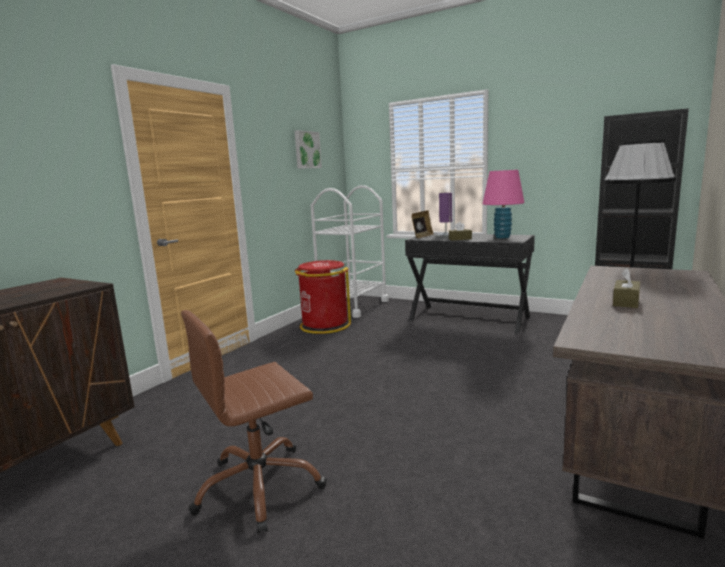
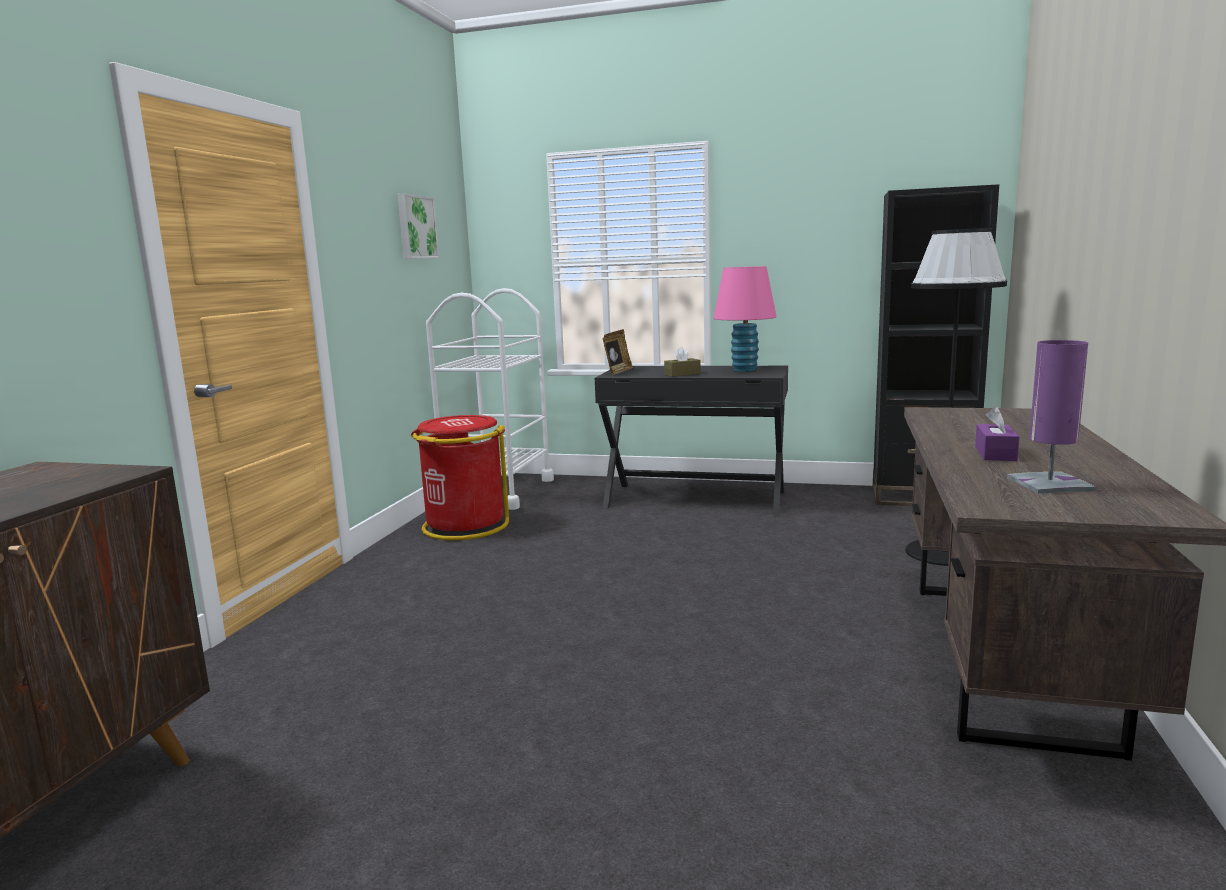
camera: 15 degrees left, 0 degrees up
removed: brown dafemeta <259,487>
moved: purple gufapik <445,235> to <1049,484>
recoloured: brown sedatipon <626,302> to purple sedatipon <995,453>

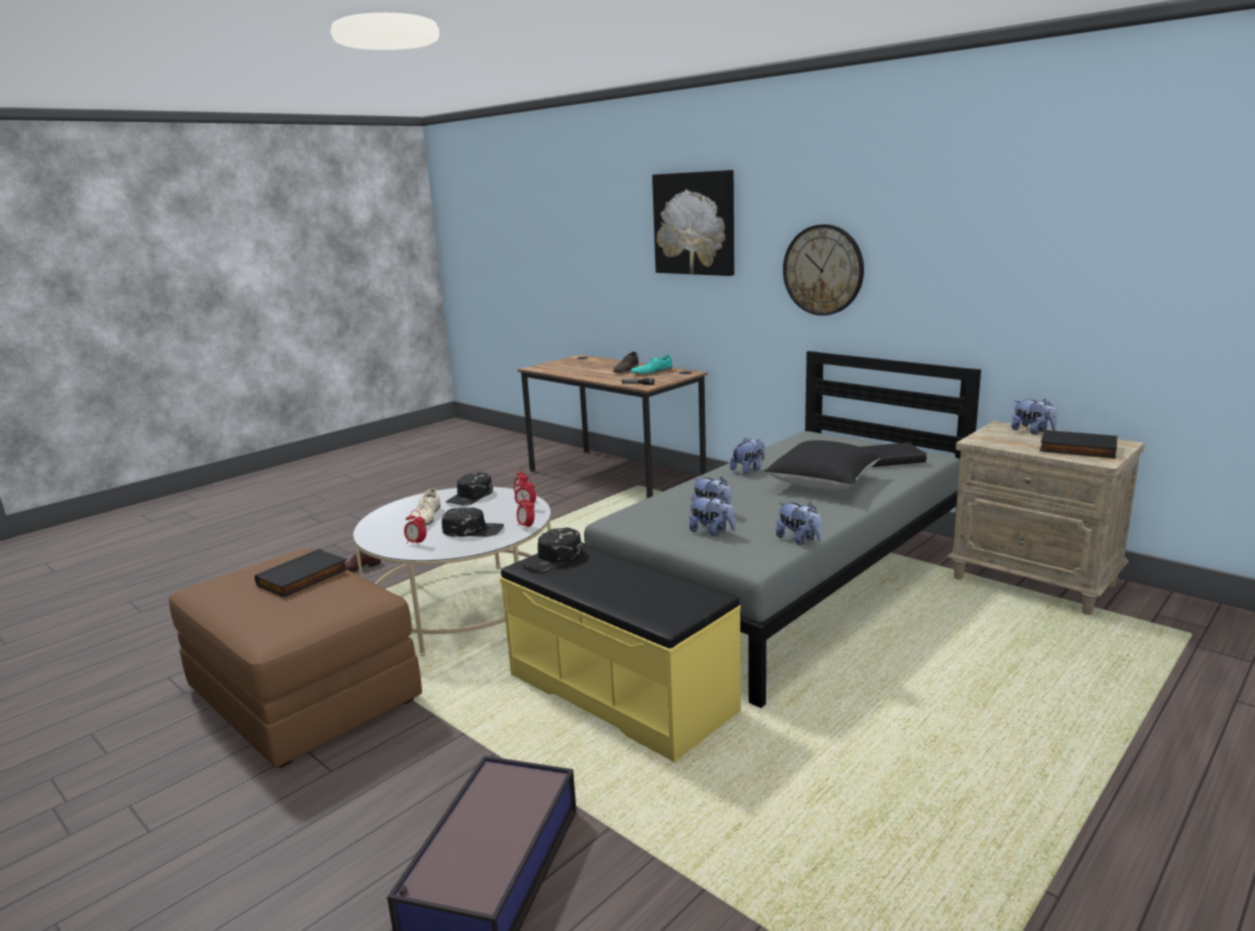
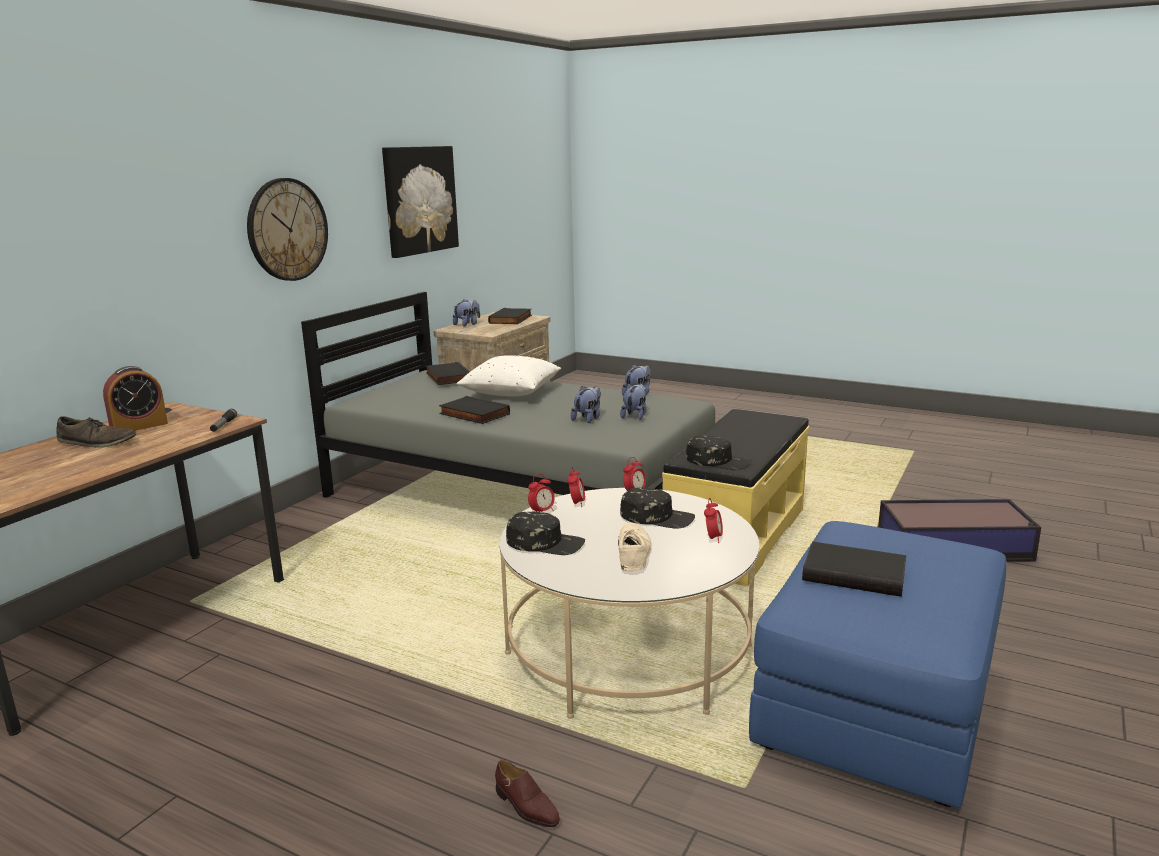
camera: 105 degrees left, 0 degrees up
moved: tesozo <694,223> to <419,200>
replaced: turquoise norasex <651,372> to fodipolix <139,426>; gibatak <748,470> to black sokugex <473,414>
recoloured: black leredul <823,483> to white leredul <511,393>; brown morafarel <302,694> to blue morafarel <877,705>
turned: beige norasex <425,518> = <633,553> 75 degrees counterclockwise; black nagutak <473,530> = <657,517> 120 degrees clockwise

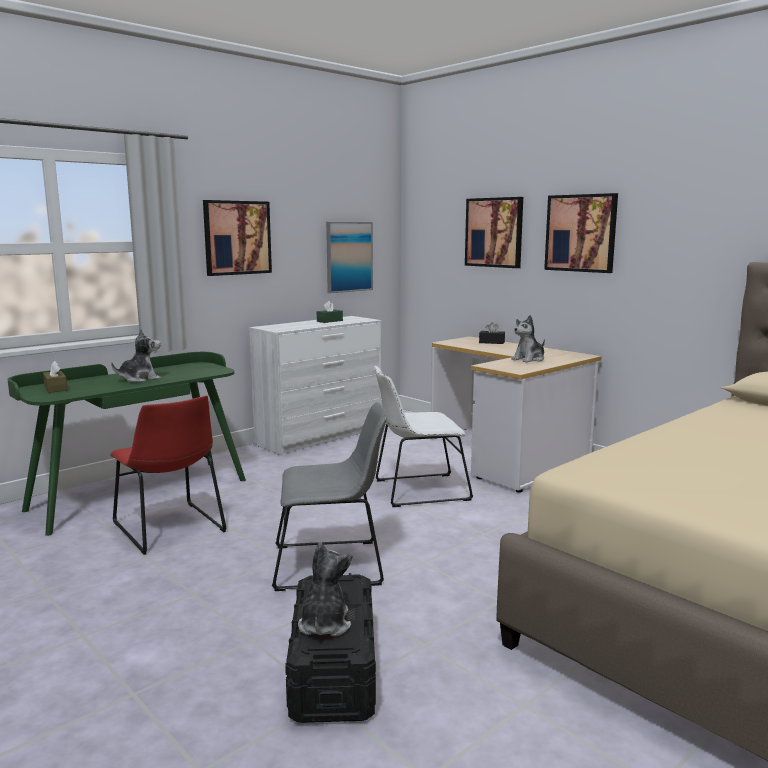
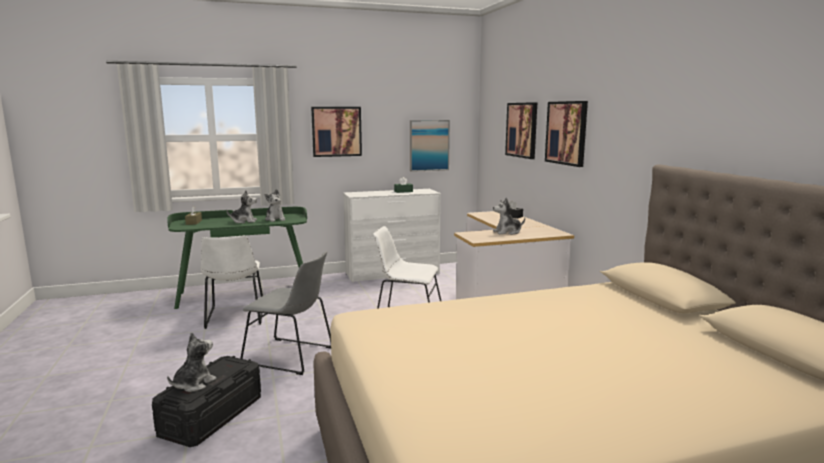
camera: 25 degrees right, 0 degrees up
added: gibatak <275,219>
recoloured: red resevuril <170,529> to white resevuril <235,317>

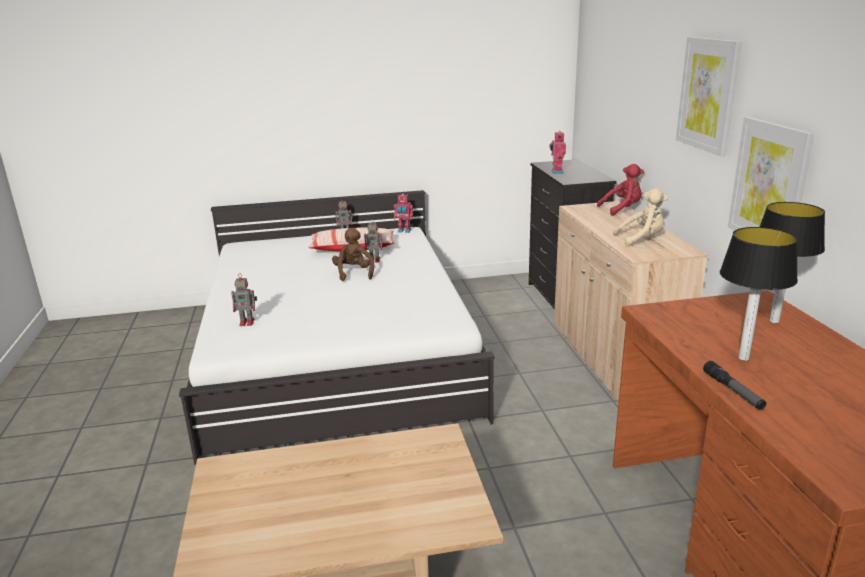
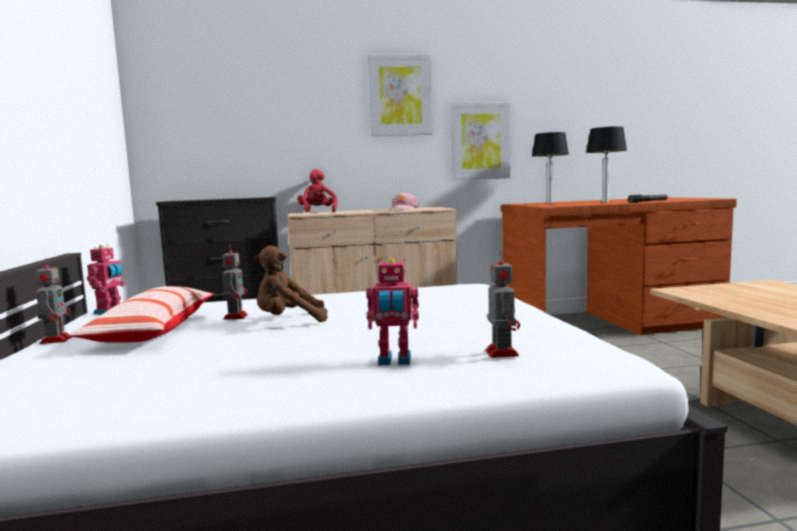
camera: 90 degrees left, 15 degrees down
moved: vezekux <556,172> to <394,361>
replaced: beige gibatak <642,239> to pink nagutak <403,209>

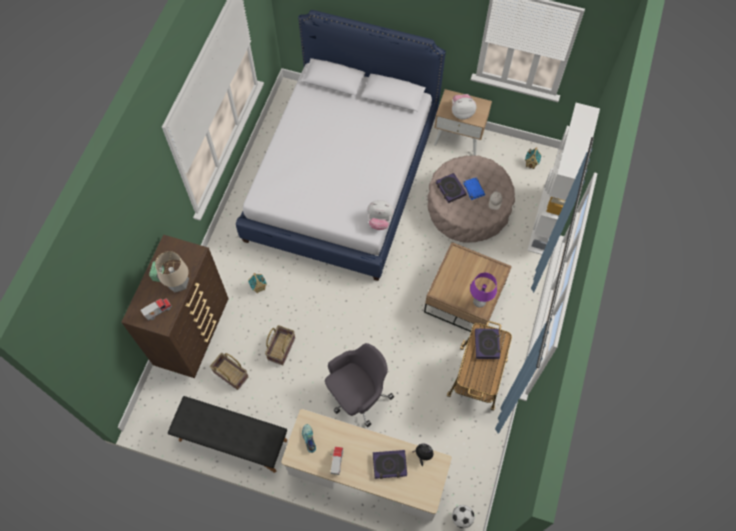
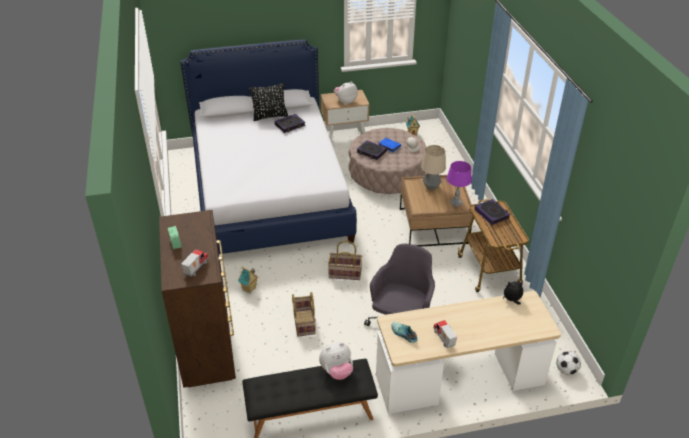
camera: 30 degrees left, 25 degrees down
removed: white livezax <546,221>
added: black leredul <270,116>
moved: gibatak <379,221> to <336,371>; gufapik <179,285> to <431,187>; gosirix <230,375> to <344,274>; sokugex <389,465> to <290,125>

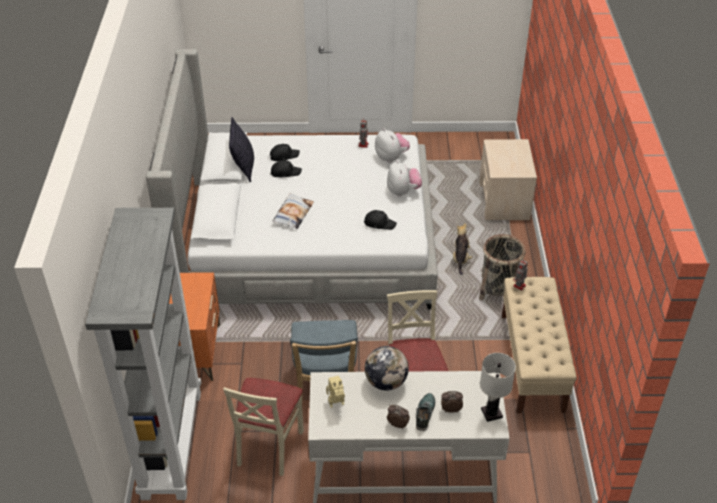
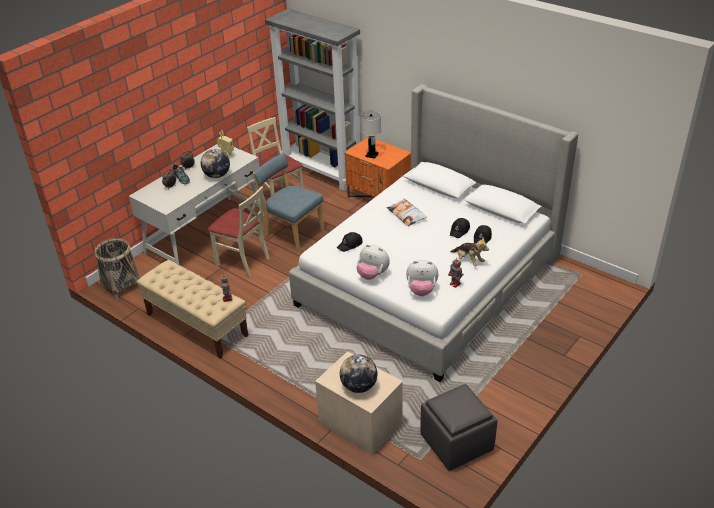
camera: 130 degrees right, 5 degrees down
removed: leredul <243,167>
added: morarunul <359,386>; grey morafarel <455,442>
moved: gibatak <460,258> to <468,260>; gosirix <498,289> to <122,286>; white gufapik <492,413> to <371,155>

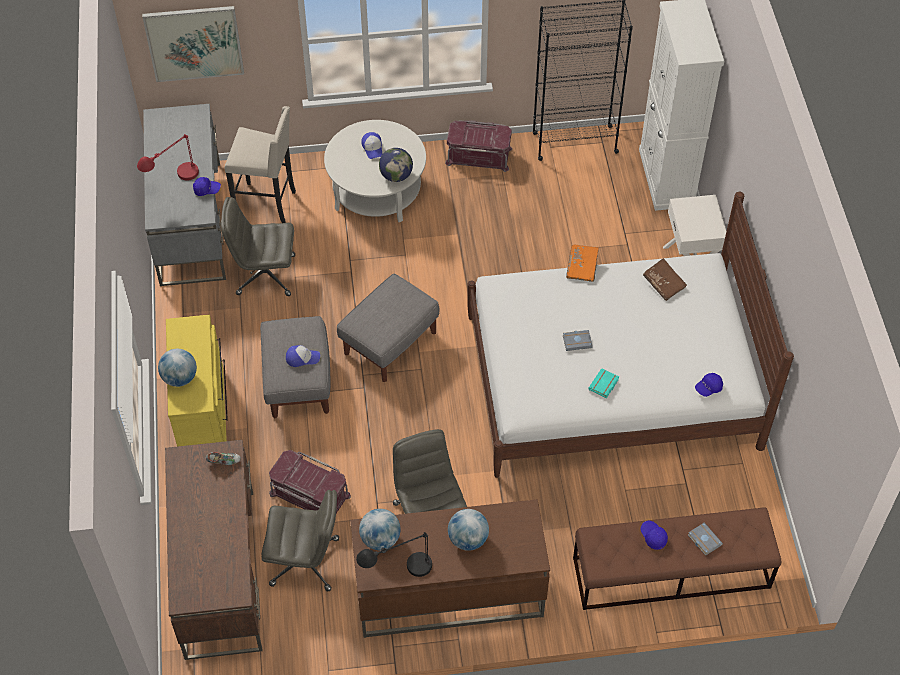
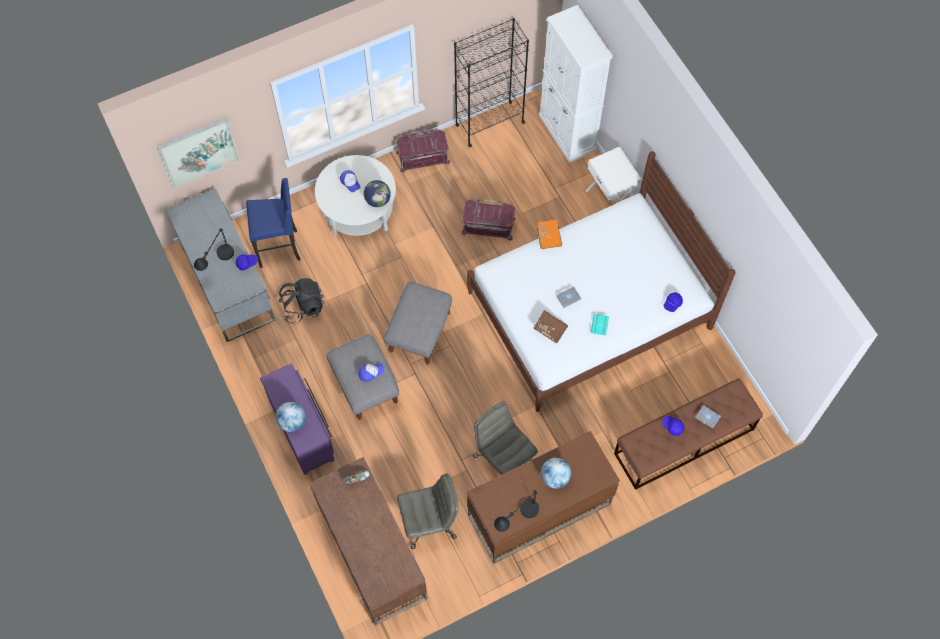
camera: 20 degrees left, 10 degrees up
removed: morarunul <380,539>
moved: brown sokugex <663,283> to <550,329>; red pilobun <309,495> to <488,226>
replaced: grey dafemeta <264,275> to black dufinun <303,307>
recoloured: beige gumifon <267,204> to blue gumifon <279,248>; red gufapik <173,183> to black gufapik <218,265>; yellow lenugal <203,408> to purple lenugal <303,429>

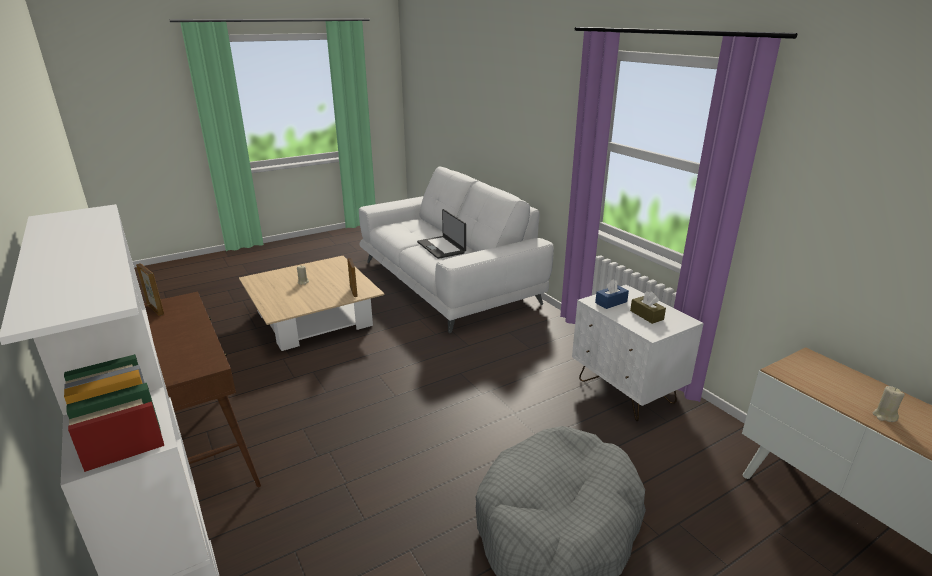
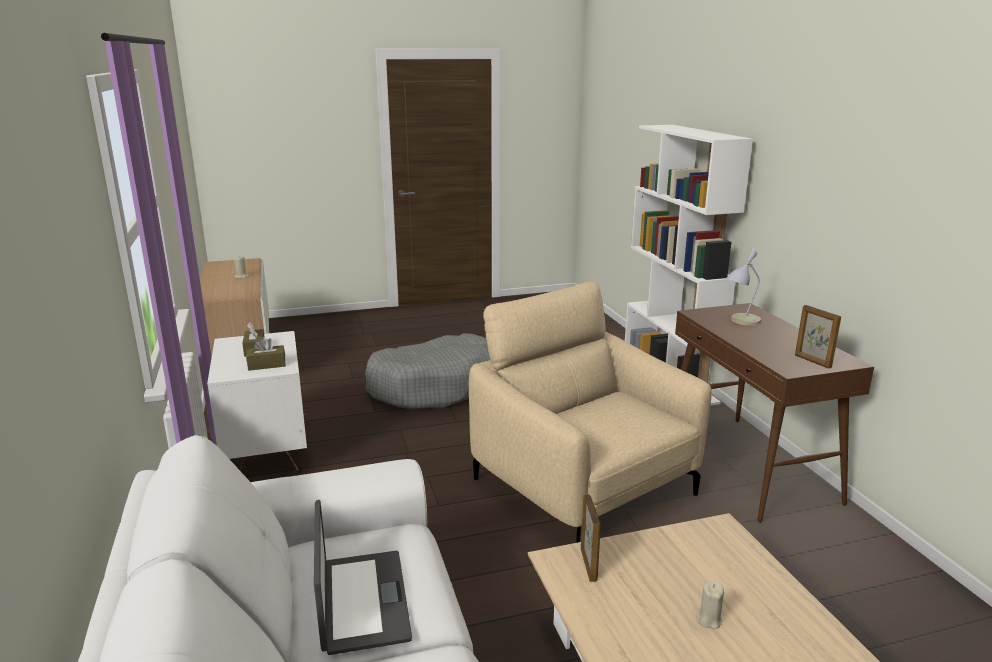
camera: 165 degrees left, 5 degrees down
added: gufapik <740,321>; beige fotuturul <584,487>
recoloured: blue sedatipon <611,302> to brown sedatipon <267,365>

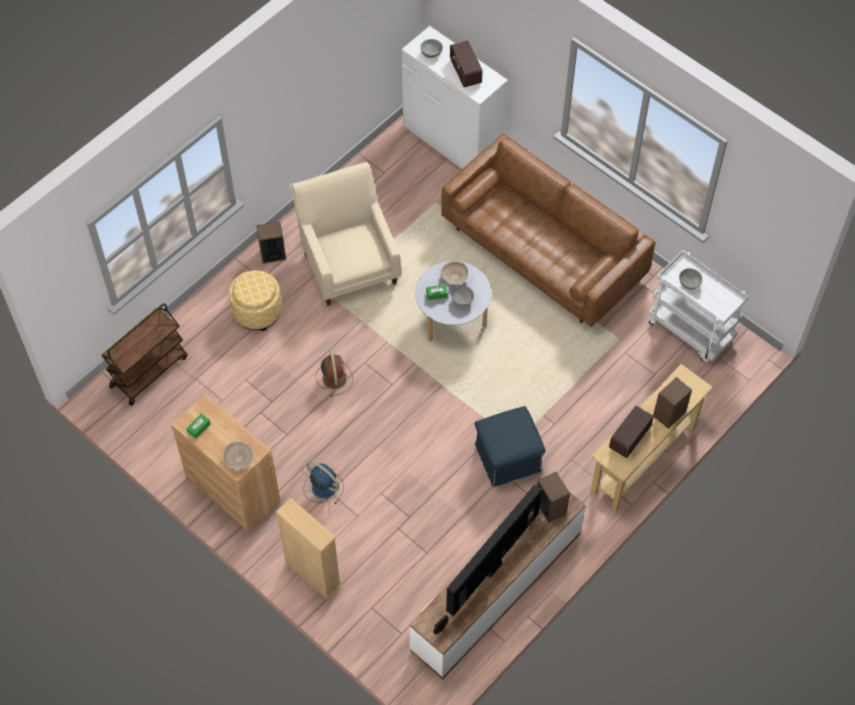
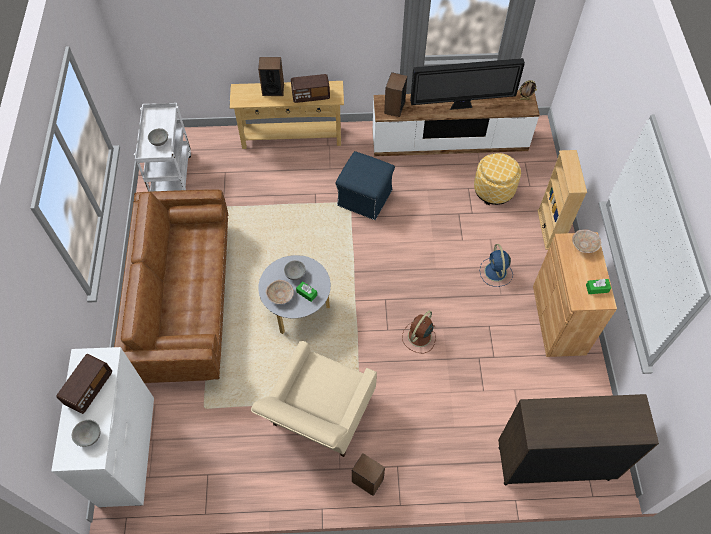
camera: 135 degrees left, 0 degrees up
moved: morafarel <257,311> to <494,189>
replaced: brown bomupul <149,371> to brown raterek <553,463>

